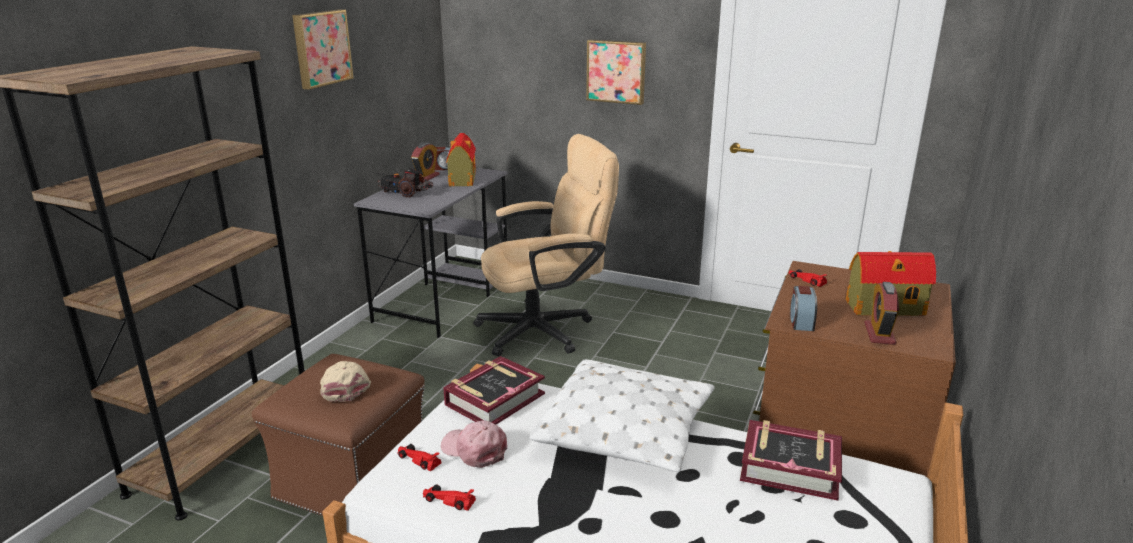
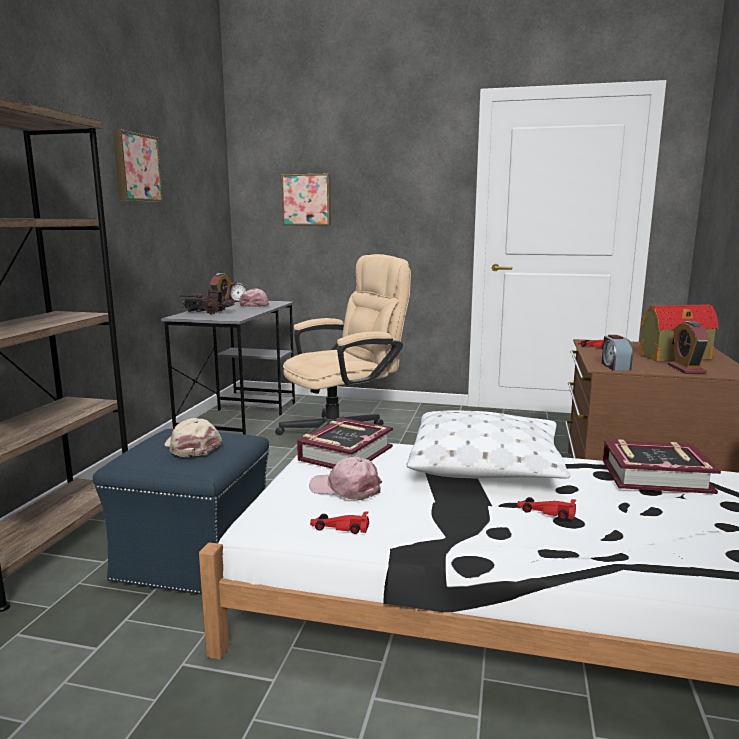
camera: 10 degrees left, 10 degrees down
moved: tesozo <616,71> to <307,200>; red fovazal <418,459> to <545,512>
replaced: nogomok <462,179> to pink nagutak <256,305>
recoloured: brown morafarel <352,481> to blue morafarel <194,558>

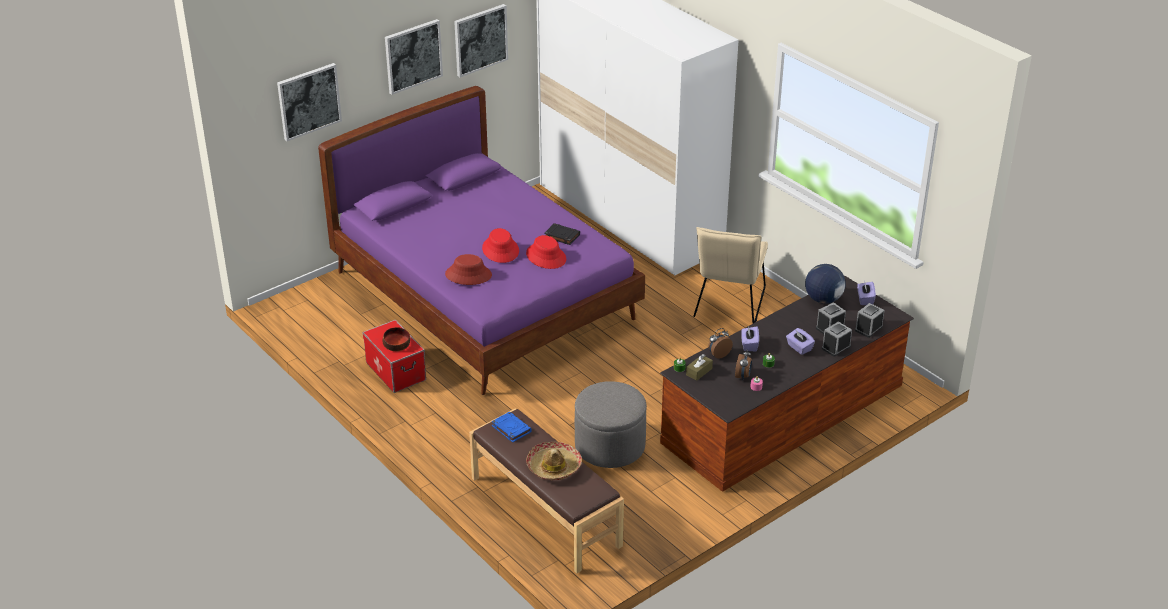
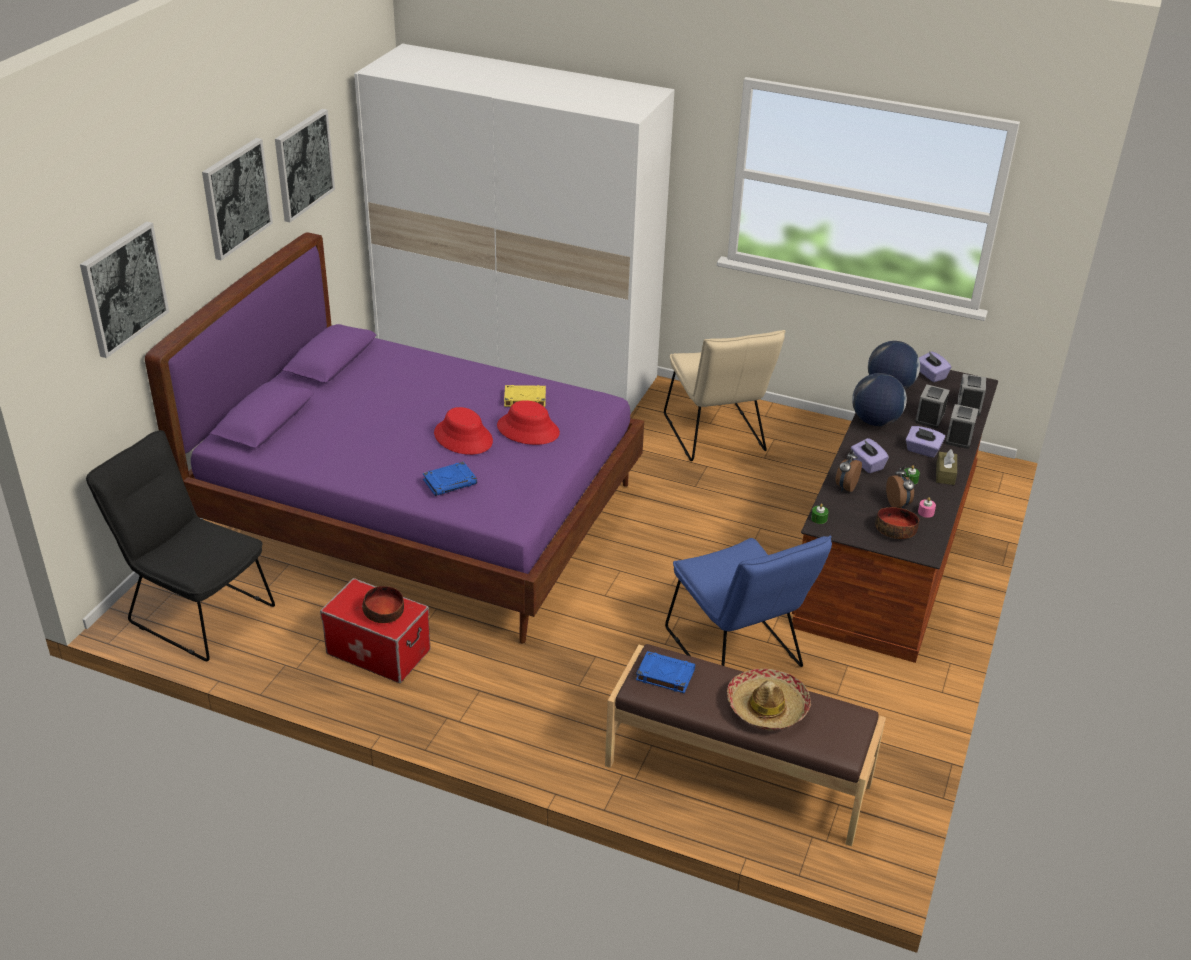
camera: 30 degrees left, 0 degrees up
added: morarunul <875,421>; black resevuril <195,610>; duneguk <895,530>
moved: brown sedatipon <699,372> to <945,474>
replaced: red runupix <468,275> to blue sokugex <450,482>; grey morafarel <610,446> to blue resevuril <738,654>
recoloured: black sokugex <561,236> to yellow sokugex <524,399>

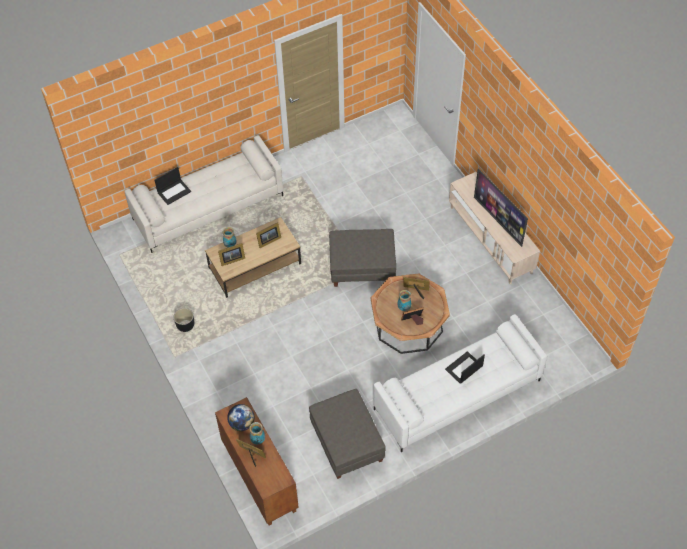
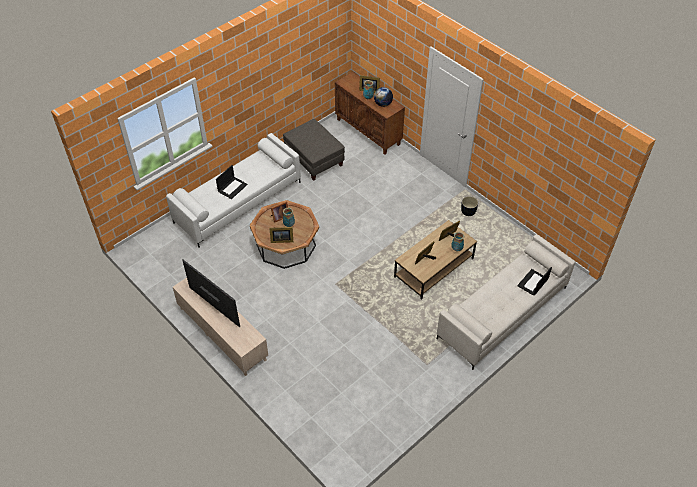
camera: 165 degrees right, 5 degrees down
removed: grey morafarel <362,268>

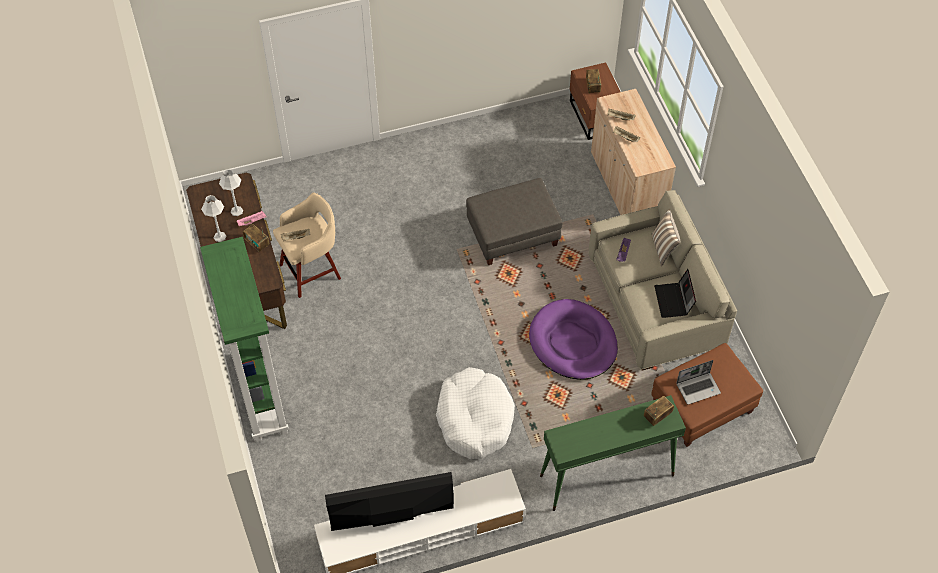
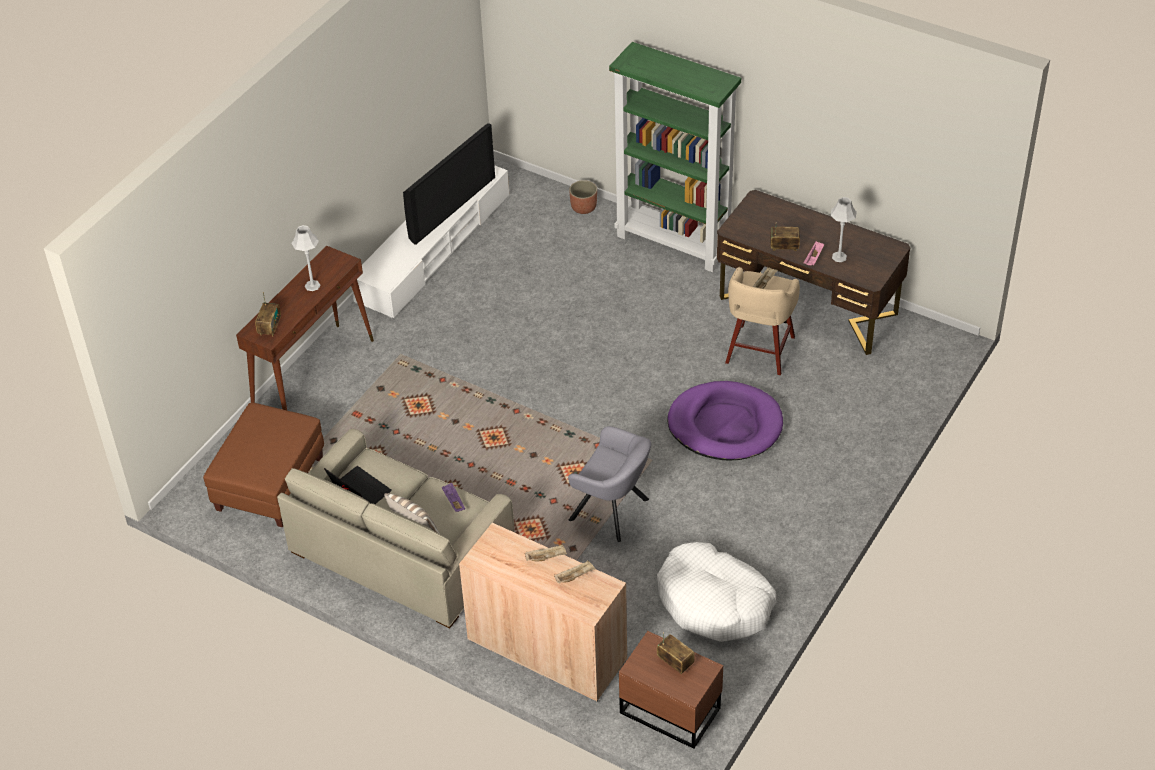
camera: 140 degrees right, 10 degrees down
removed: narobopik <698,388>
added: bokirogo <583,207>
moved: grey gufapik <219,237> to <312,285>; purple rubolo <573,342> to <725,425>; white rubolo <474,419> to <714,602>
replaced: grey morafarel <512,235> to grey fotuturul <613,512>
recoloured: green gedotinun <606,476> to brown gedotinun <314,376>

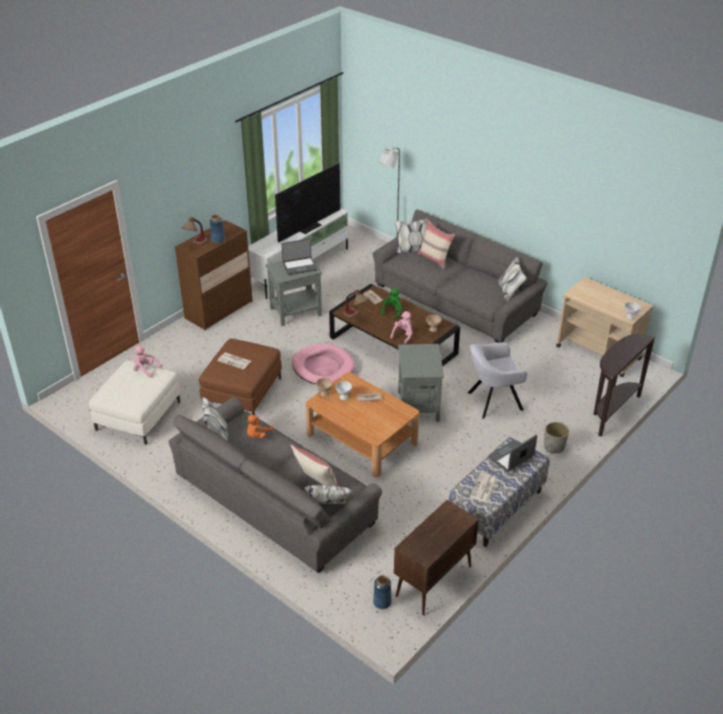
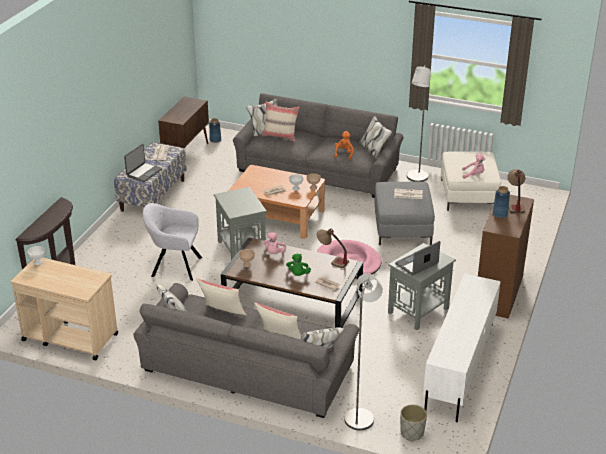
camera: 160 degrees right, 5 degrees down
removed: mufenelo <309,226>
added: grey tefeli <416,178>; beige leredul <222,314>
moved: grey bokirogo <554,447> to <412,433>
recoloured: brown morafarel <242,392> to grey morafarel <402,228>
turned: grey fotuturul <492,401> = <174,266> 135 degrees counterclockwise

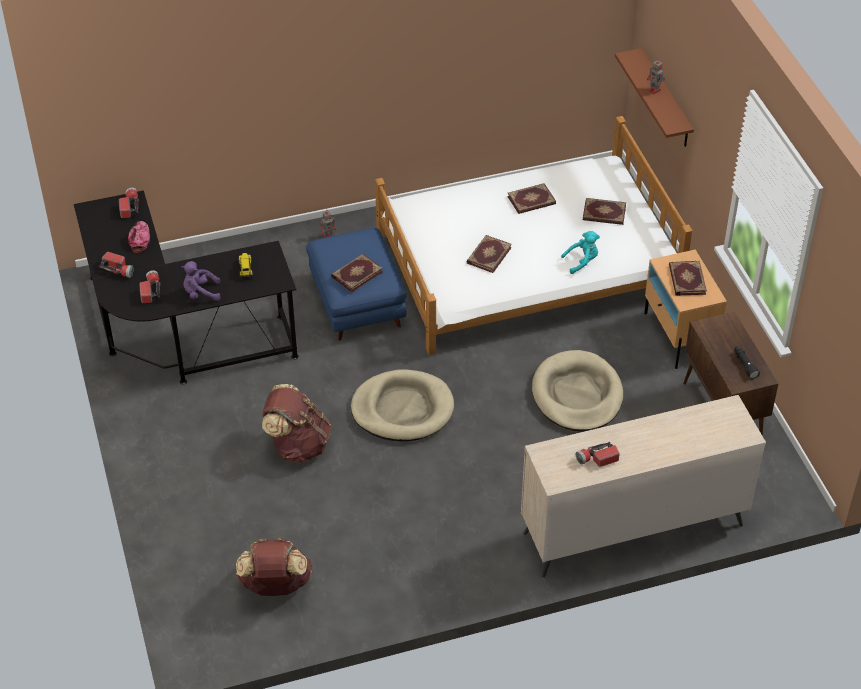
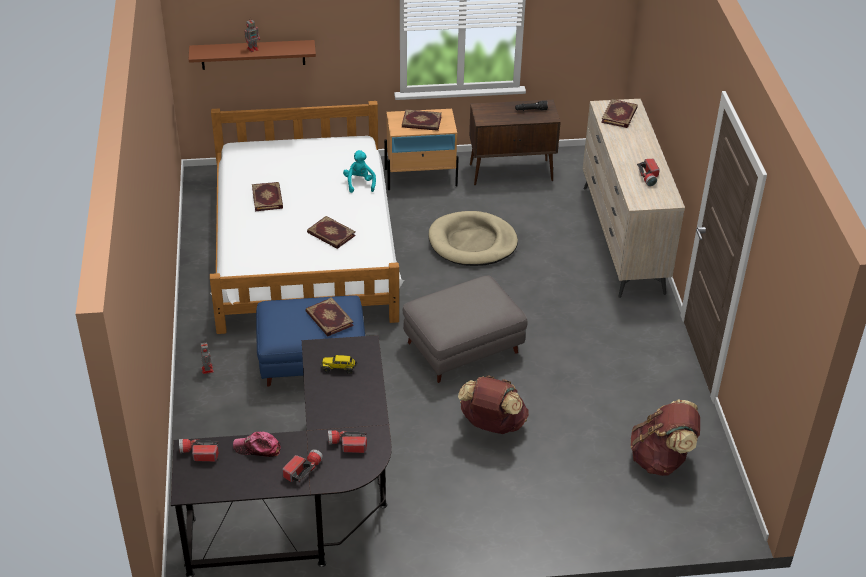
camera: 80 degrees left, 5 degrees down
removed: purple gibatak <200,293>
moved: sokugex <604,214> to <620,115>
replaced: beige rubolo <402,409> to grey morafarel <463,348>

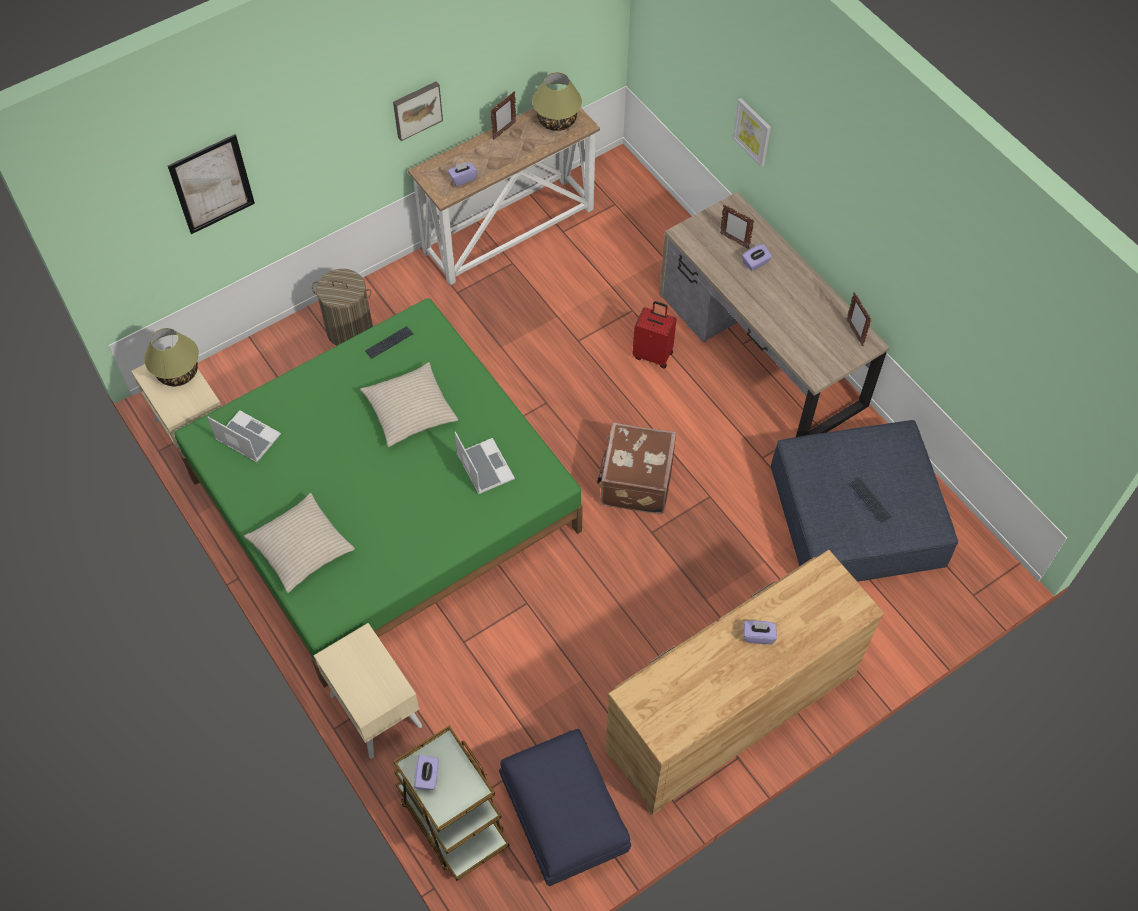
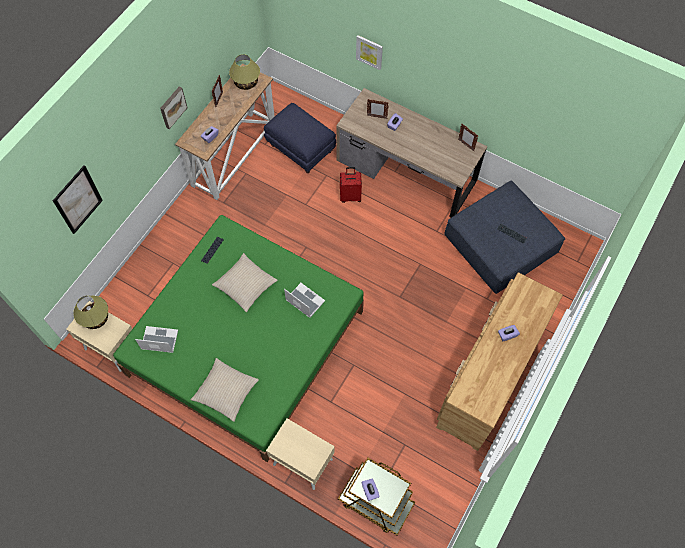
camera: 25 degrees left, 5 degrees up
removed: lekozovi <350,330>; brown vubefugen <635,481>
moved: blue morafarel <563,818> to <300,148>

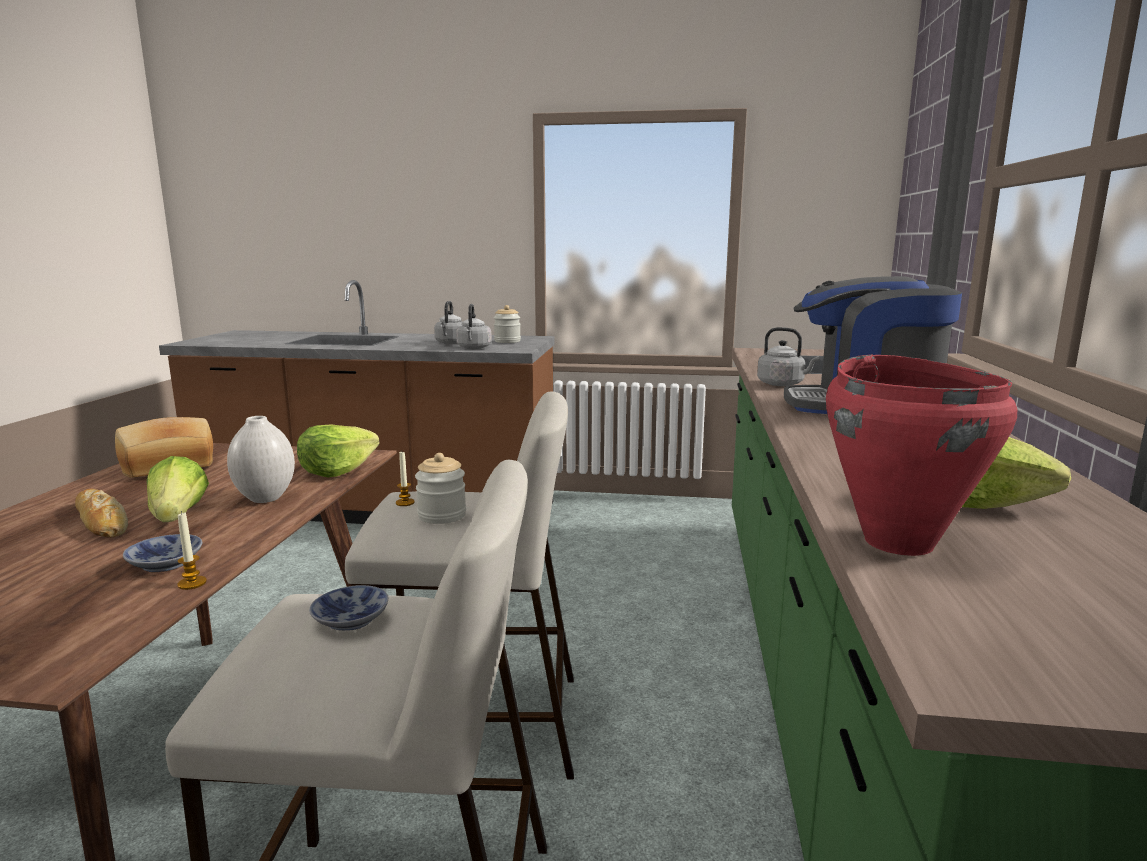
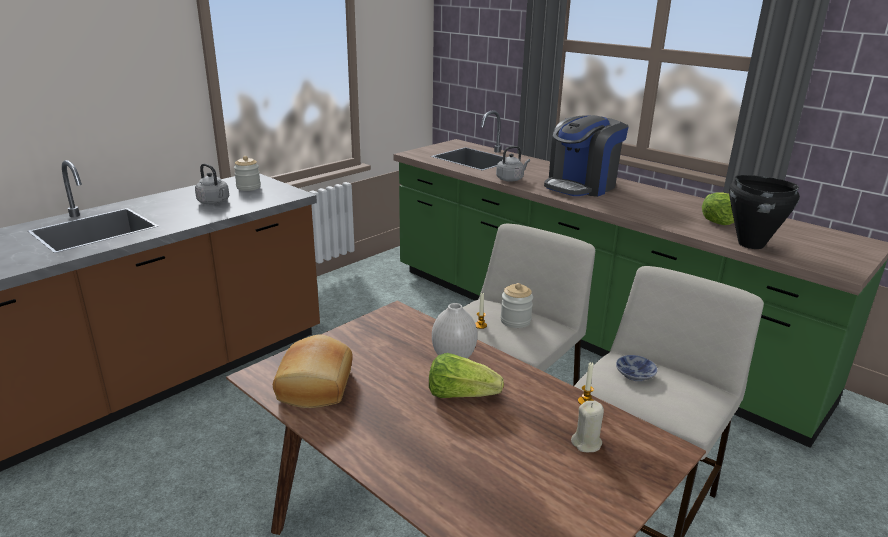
camera: 55 degrees left, 10 degrees up
removed: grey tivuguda <473,348>; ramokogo <337,471>; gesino <101,520>; duneguk <163,564>
added: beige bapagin <586,443>
recoloured: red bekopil <898,541> to black bekopil <750,244>

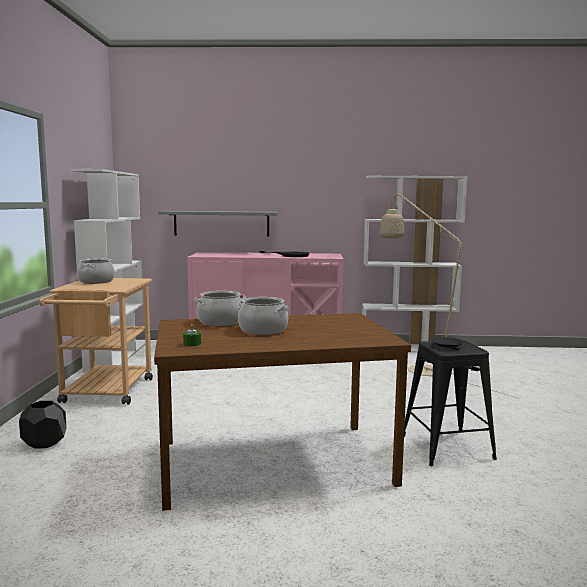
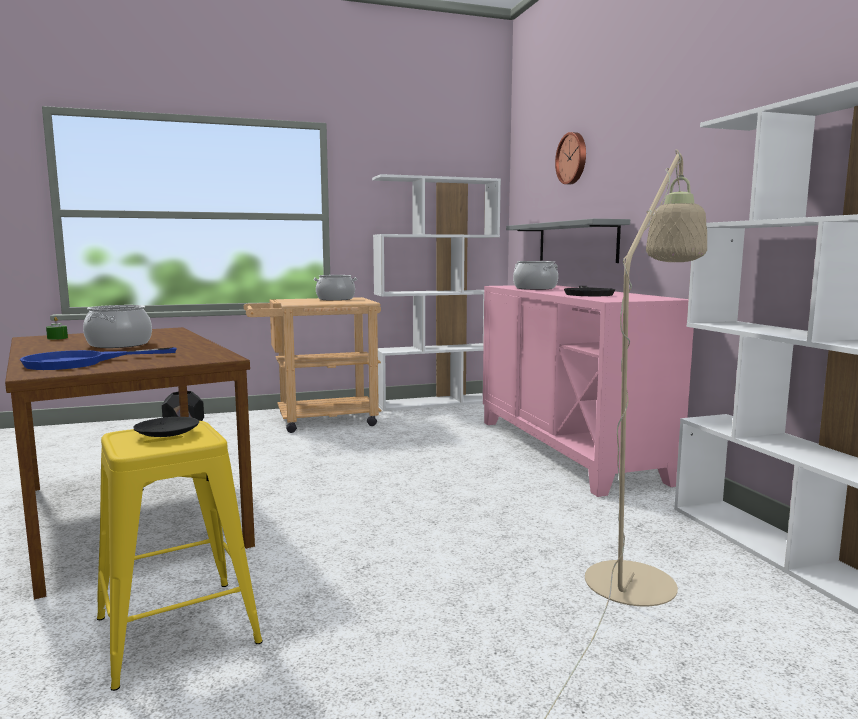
camera: 70 degrees right, 0 degrees up
added: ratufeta <572,158>; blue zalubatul <80,362>
moved: bekopil <220,322> to <534,288>
recoloured: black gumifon <446,447> to yellow gumifon <177,630>

